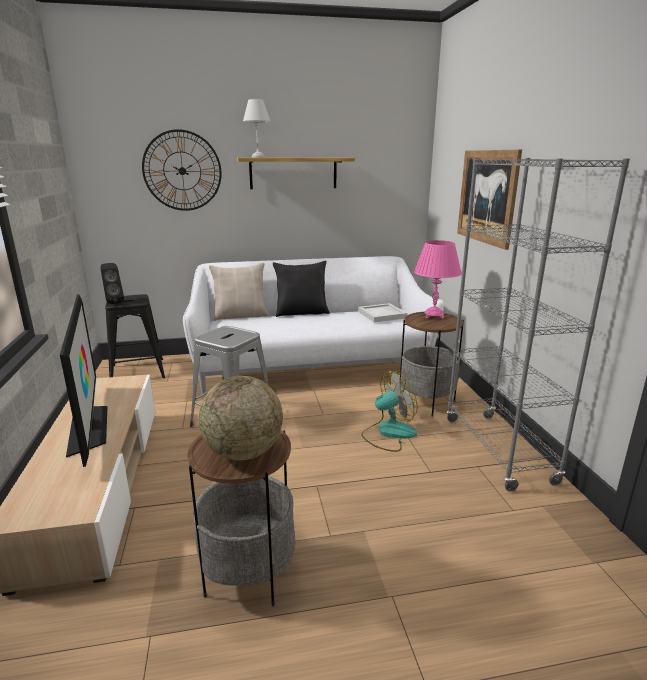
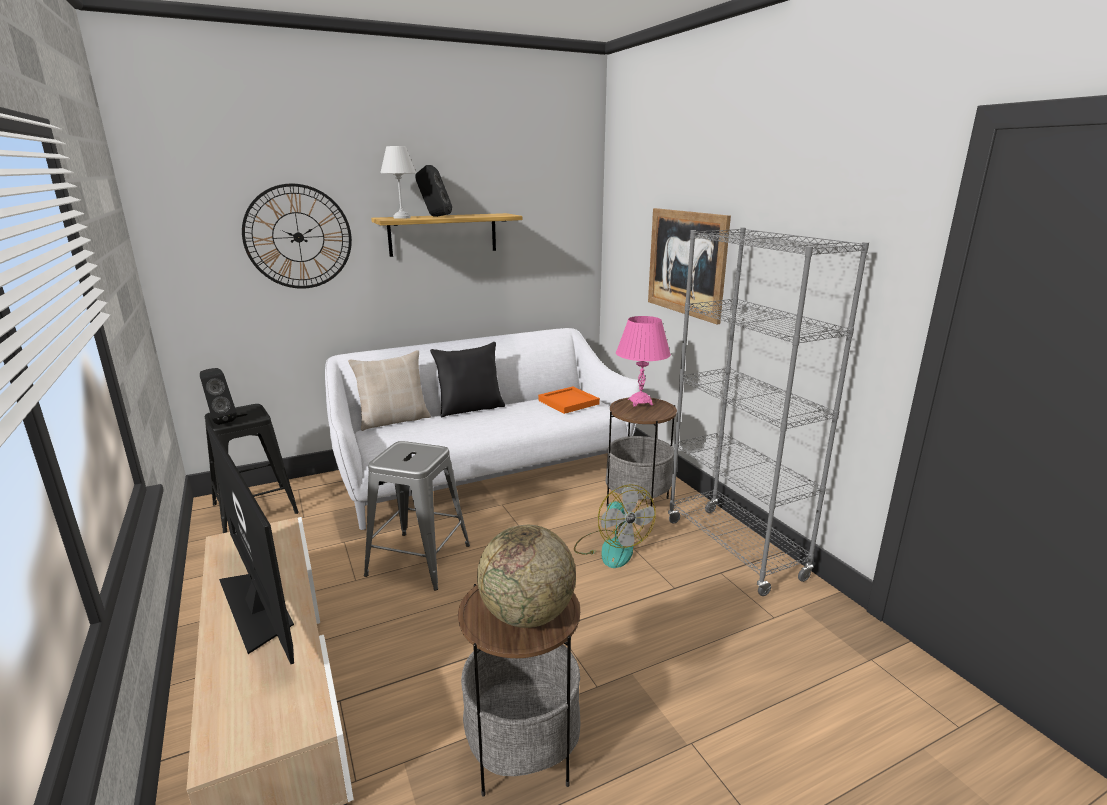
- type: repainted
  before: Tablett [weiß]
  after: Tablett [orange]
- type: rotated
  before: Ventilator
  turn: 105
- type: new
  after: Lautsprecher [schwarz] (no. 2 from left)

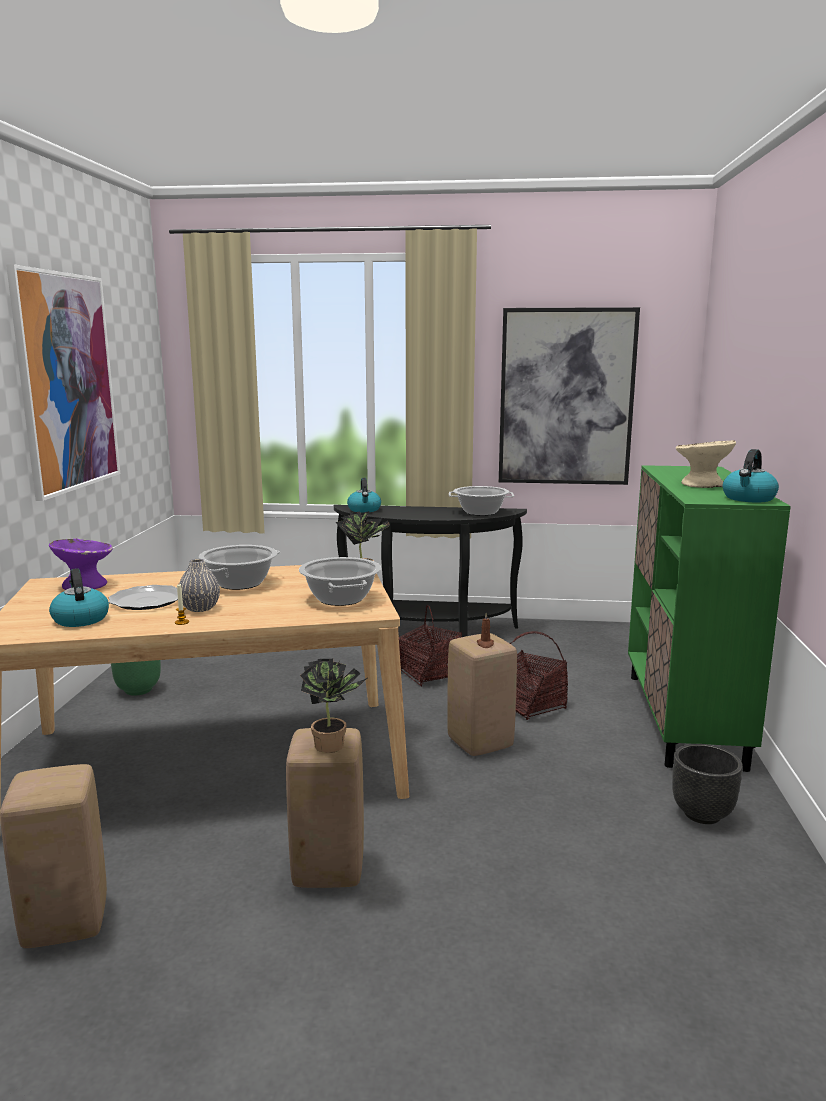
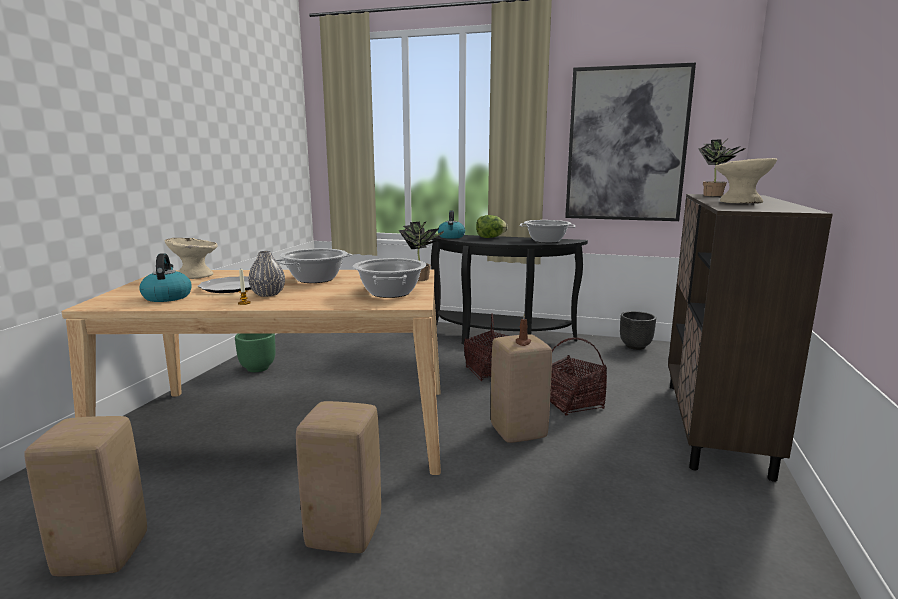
- type: gone
  before: Bild (no. 1 from left)
- type: repainted
  before: Schüssel [lila]
  after: Schüssel [beige] (no. 1 from left)
- type: shifted
  before: Topfpflanze (no. 1 from left in the first image)
  after: Topfpflanze (no. 2 from left)
- type: repainted
  before: Schrank [grün]
  after: Schrank [braun]
- type: shifted
  before: Pflanzkübel [schwarz]
- type: gone
  before: Wasserkessel (no. 3 from left)
- type: new
  after: Salatkopf

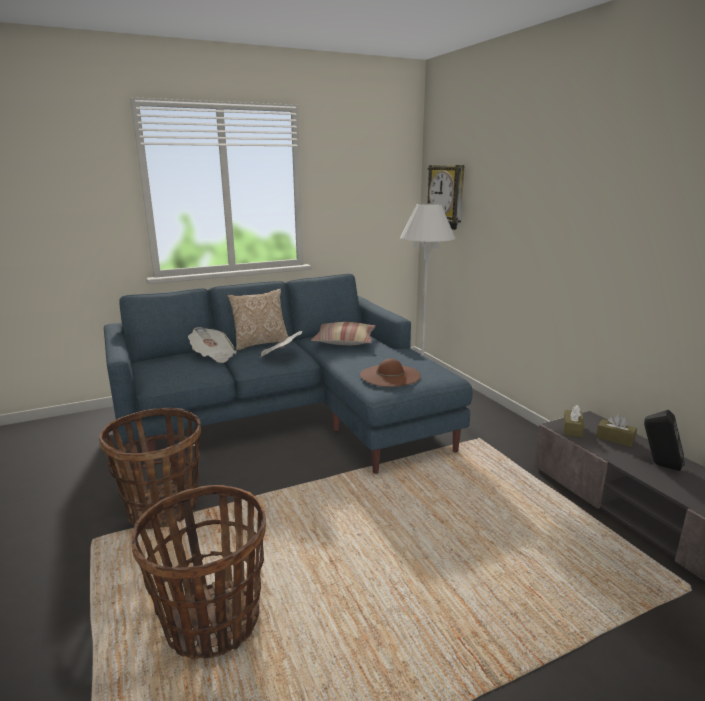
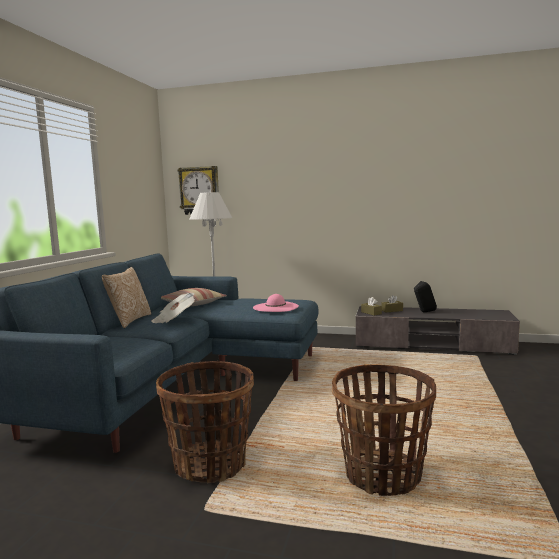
- type: gone
  before: Zeitung (no. 1 from left)
- type: repainted
  before: Hut [braun]
  after: Hut [rosa]

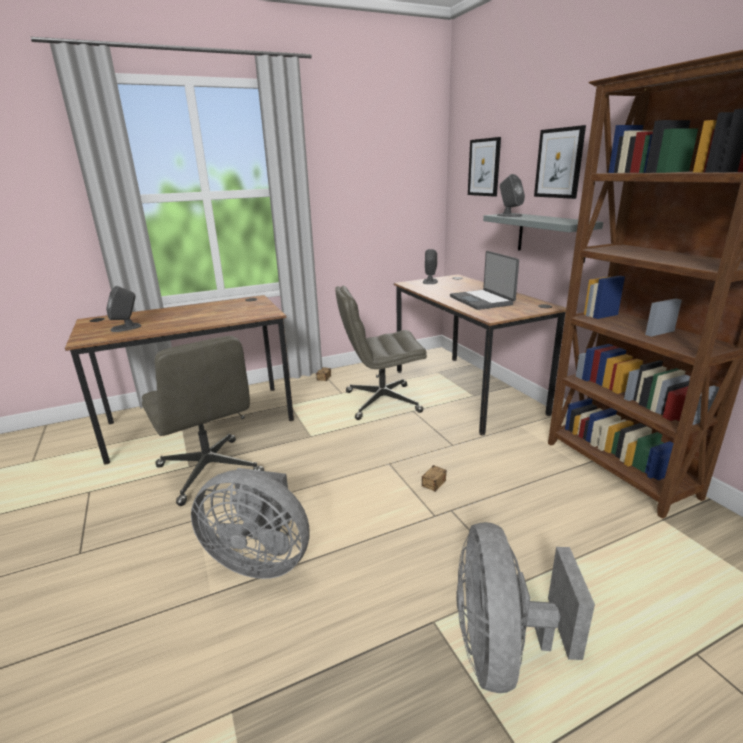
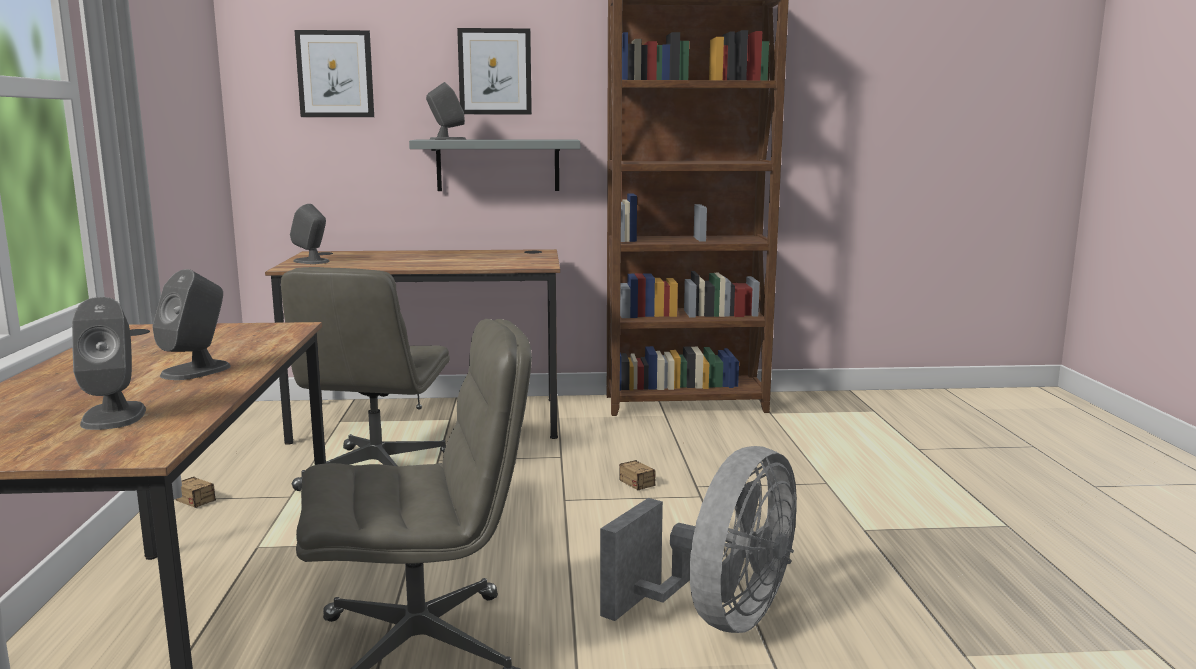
- type: gone
  before: Laptop
- type: gone
  before: Ventilator [grau] (no. 2 from left)
- type: new
  after: Lautsprecher [grau] (no. 2 from left)

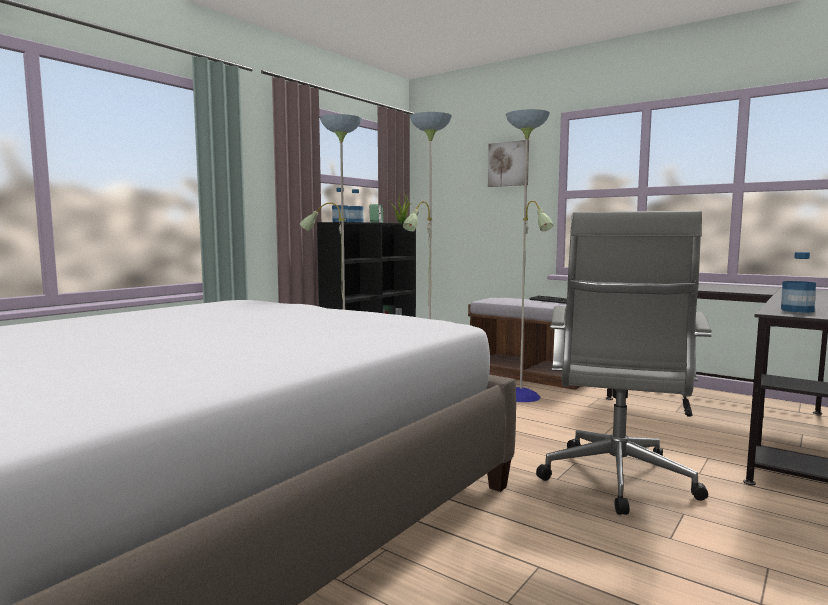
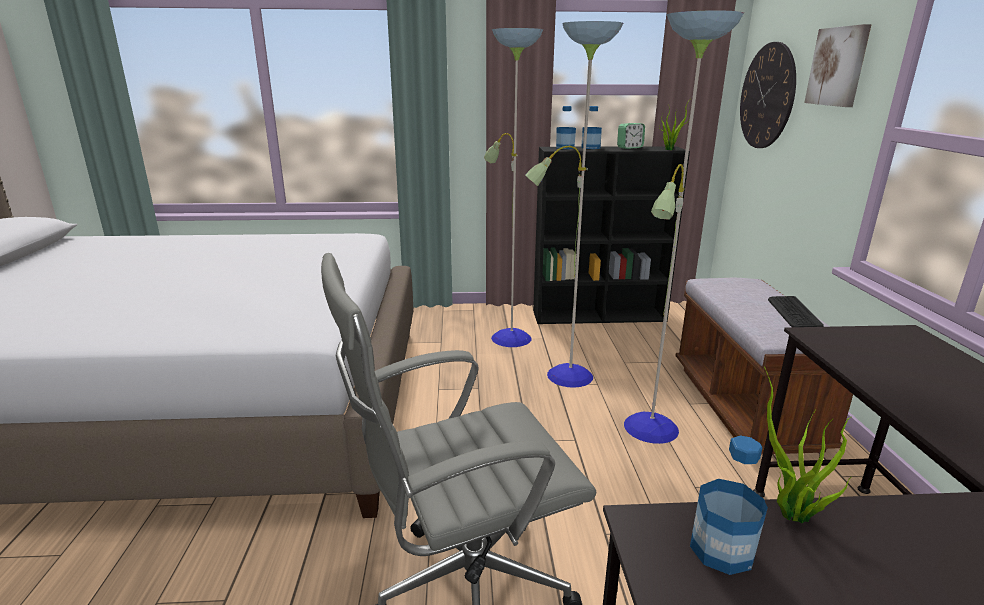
- type: new
  after: Wanduhr
- type: new
  after: Topfpflanze (no. 2 from left)

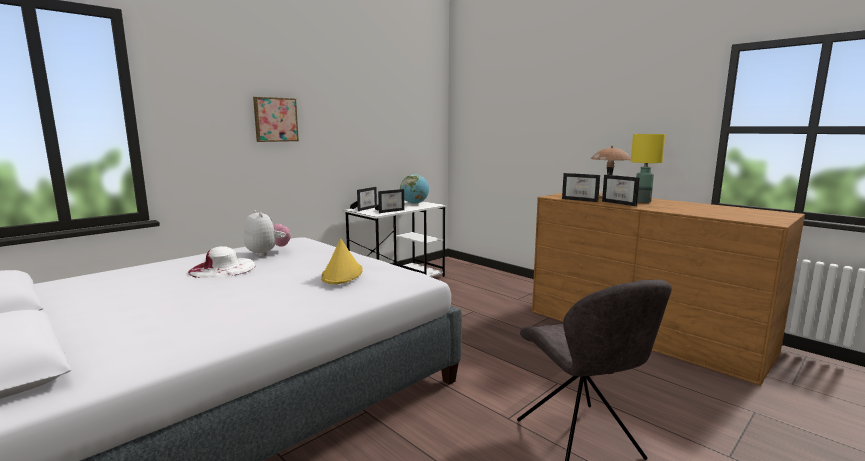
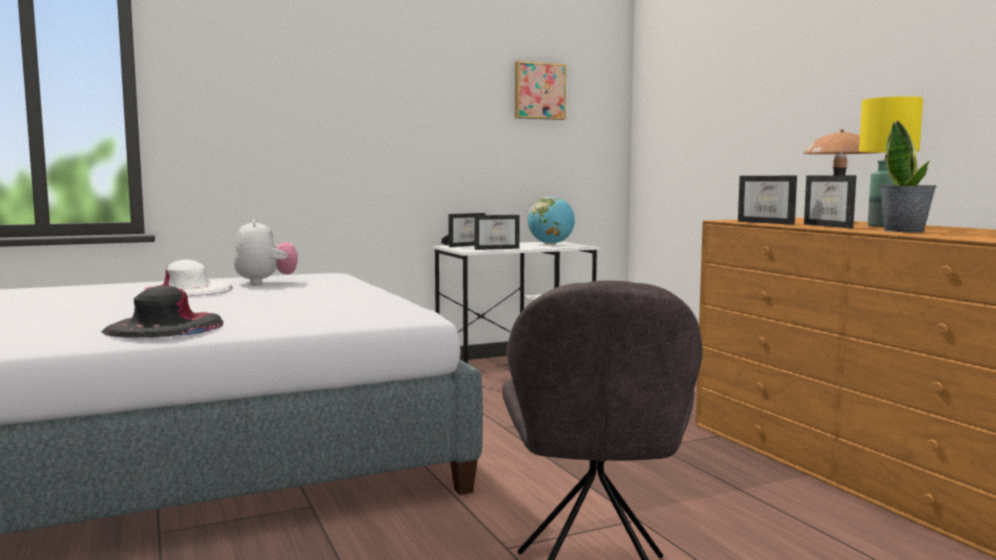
- type: shifted
  before: Bild
- type: gone
  before: Hut [gelb]
- type: new
  after: Hut [schwarz]
- type: new
  after: Topfpflanze

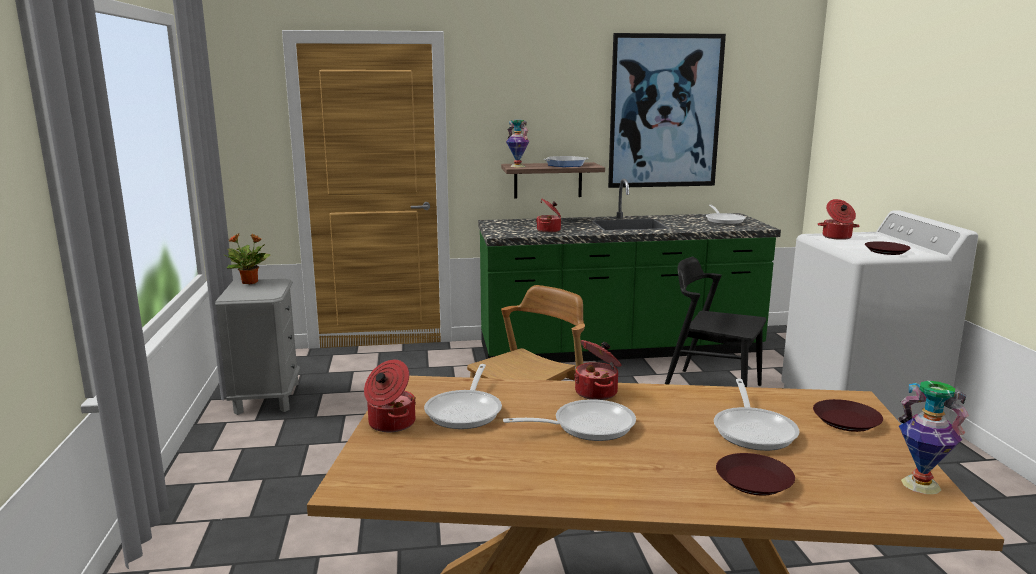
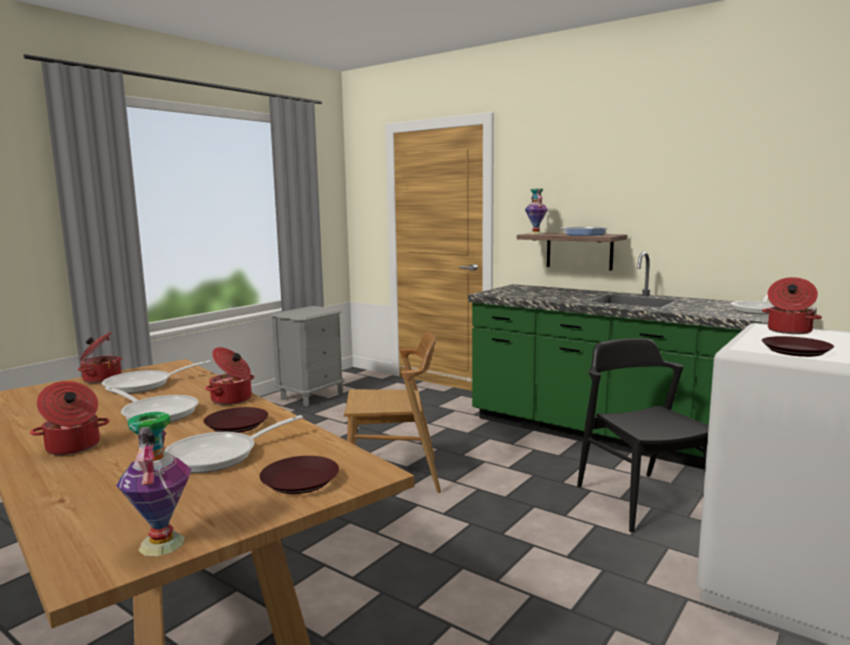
- type: gone
  before: Topfpflanze
- type: shifted
  before: Kochtopf (no. 2 from left in the first image)
  after: Kochtopf (no. 1 from left)
- type: gone
  before: Bild
- type: shifted
  before: Teller [braun] (no. 1 from left)

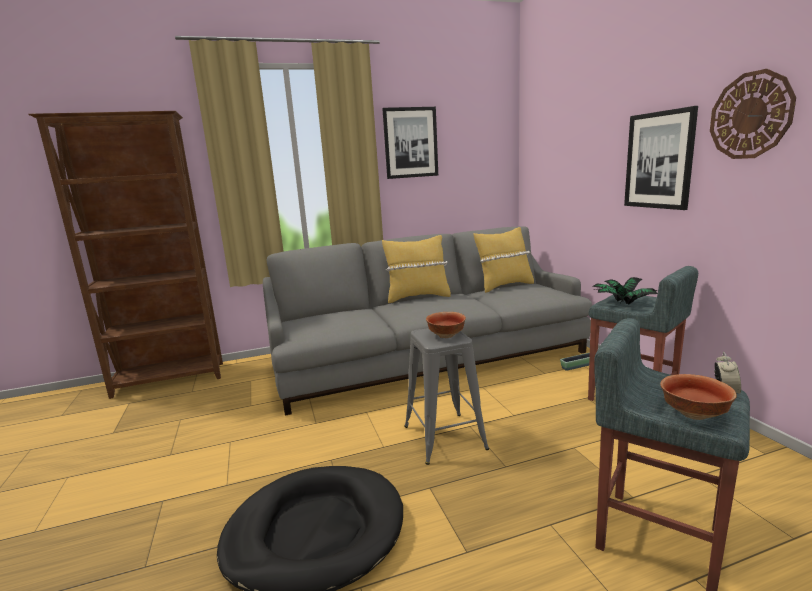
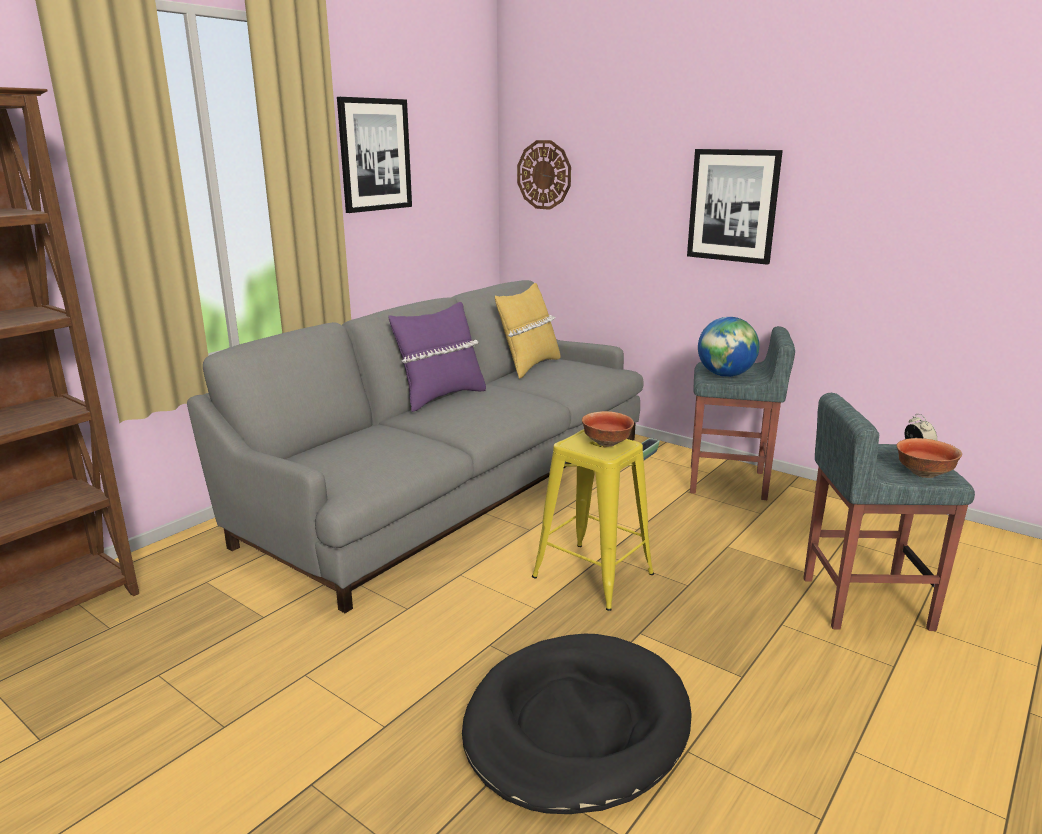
- type: repainted
  before: Kissen [gelb] (no. 1 from left)
  after: Kissen [lila]
- type: repainted
  before: Hocker [grau] (no. 1 from left)
  after: Hocker [gelb]
- type: swapped
  before: Topfpflanze
  after: Globus
- type: shifted
  before: Wanduhr

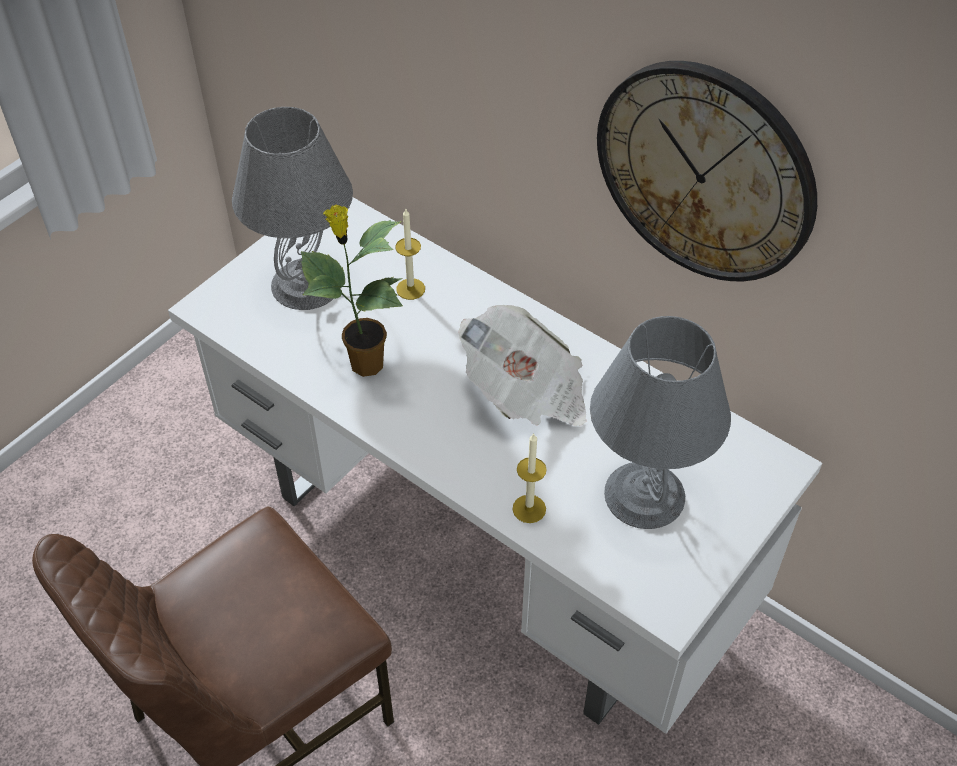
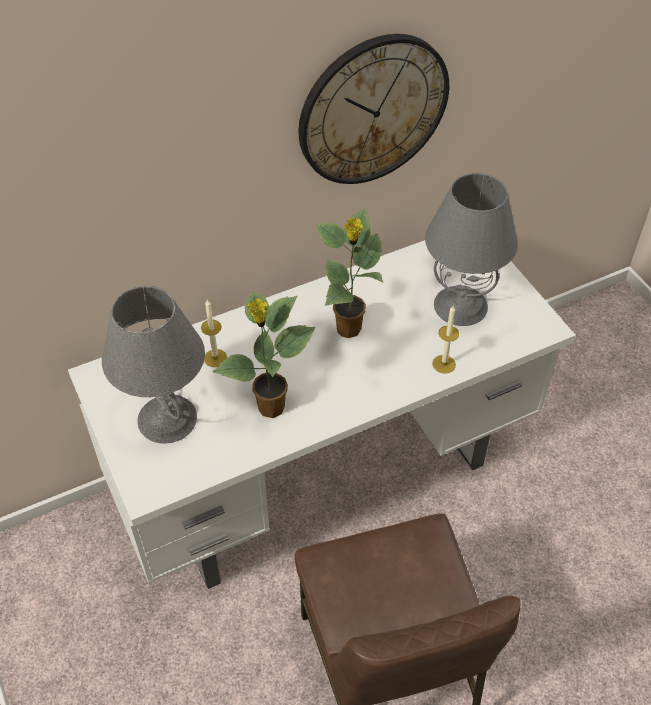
- type: swapped
  before: Zeitung
  after: Topfpflanze (no. 2 from left)

